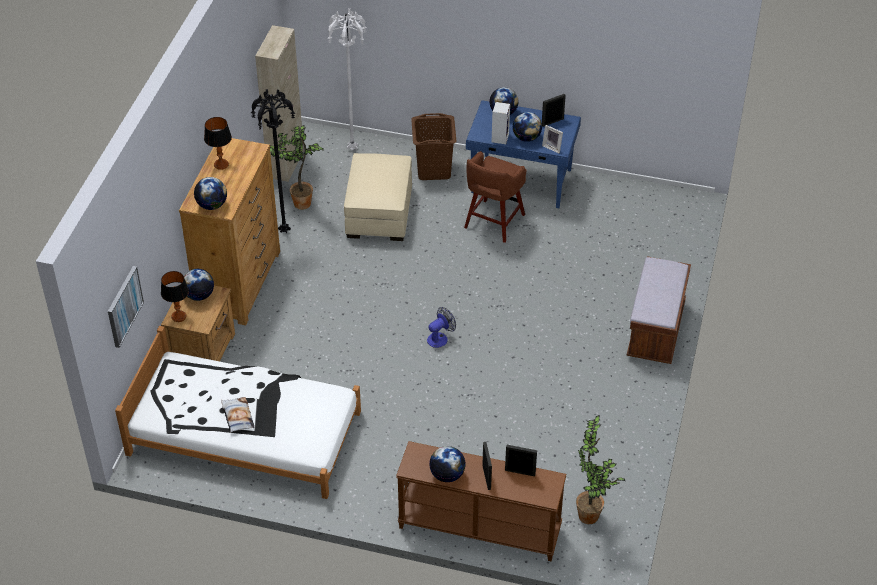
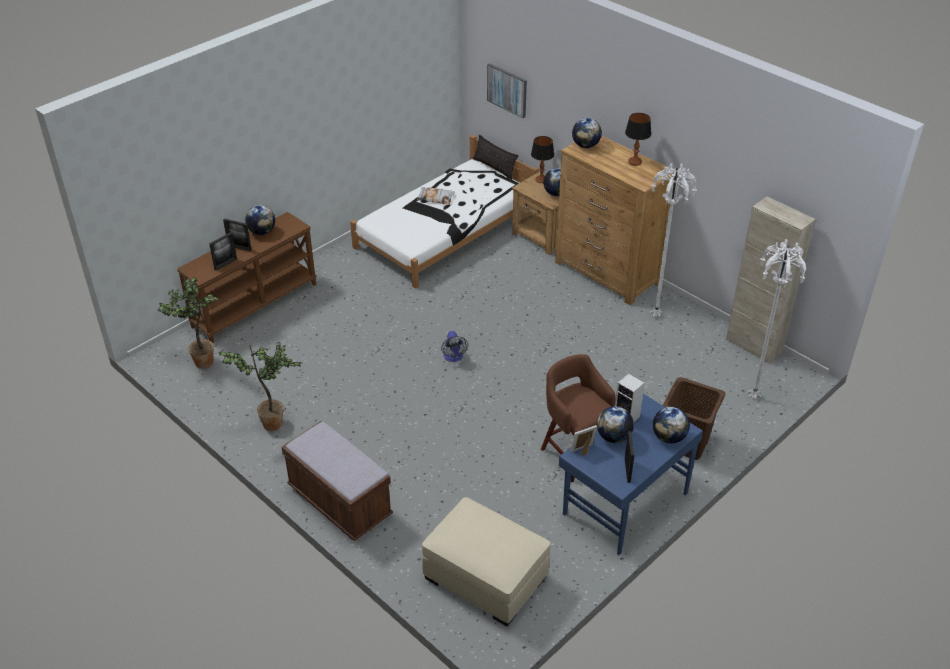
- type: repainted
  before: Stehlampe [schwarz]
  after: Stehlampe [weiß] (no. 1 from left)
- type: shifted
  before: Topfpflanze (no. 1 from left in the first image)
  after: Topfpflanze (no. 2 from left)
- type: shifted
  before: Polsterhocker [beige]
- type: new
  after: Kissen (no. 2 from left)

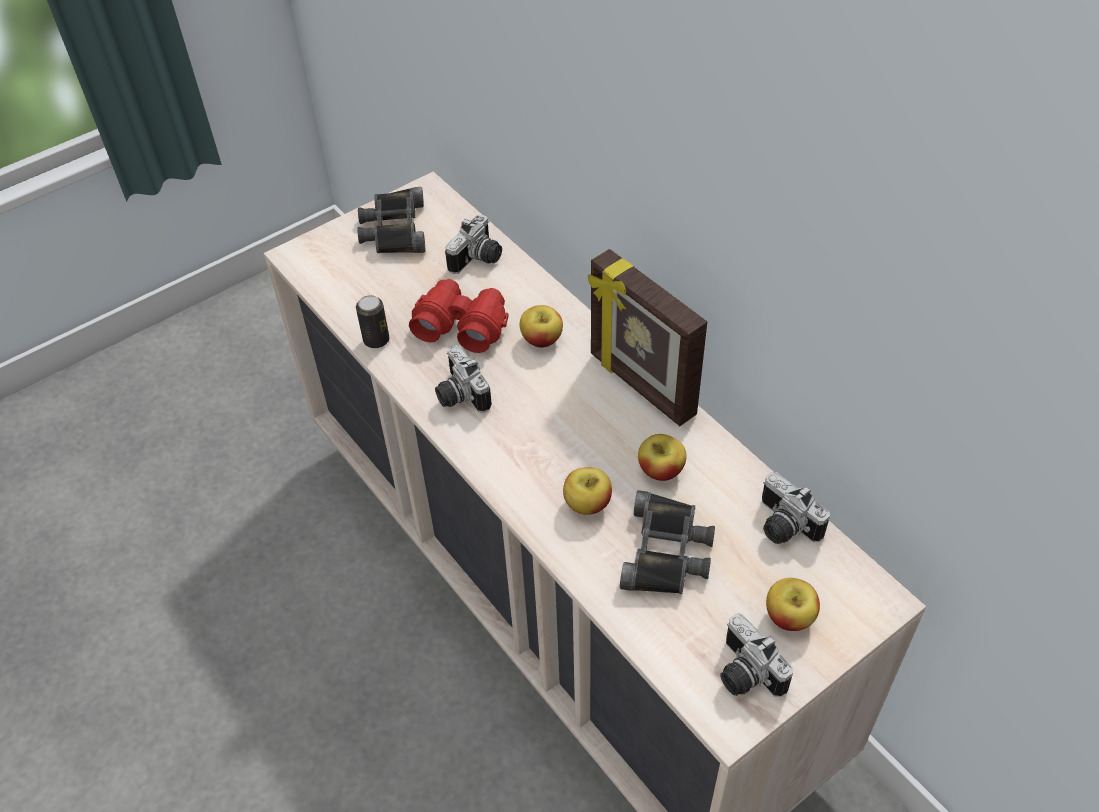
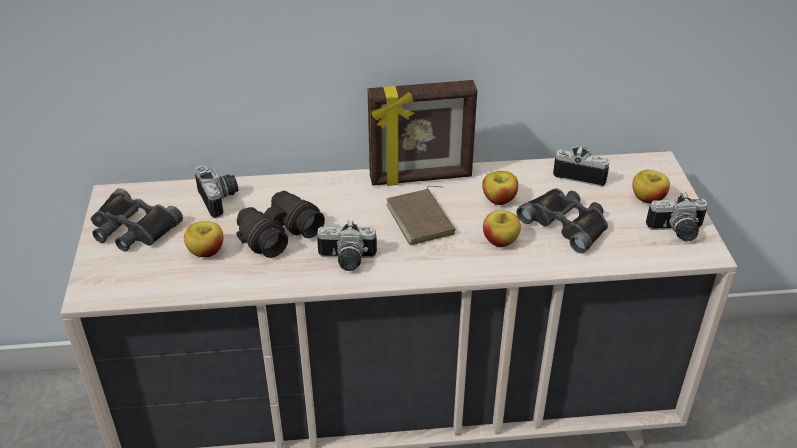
- type: gone
  before: Dose
- type: repainted
  before: Fernglas [rot]
  after: Fernglas [schwarz] (no. 2 from left)
- type: shifted
  before: Apfel (no. 1 from left)
- type: rotated
  before: Kamera (no. 4 from left in the first image)
  turn: -150
- type: new
  after: Buch [braun]

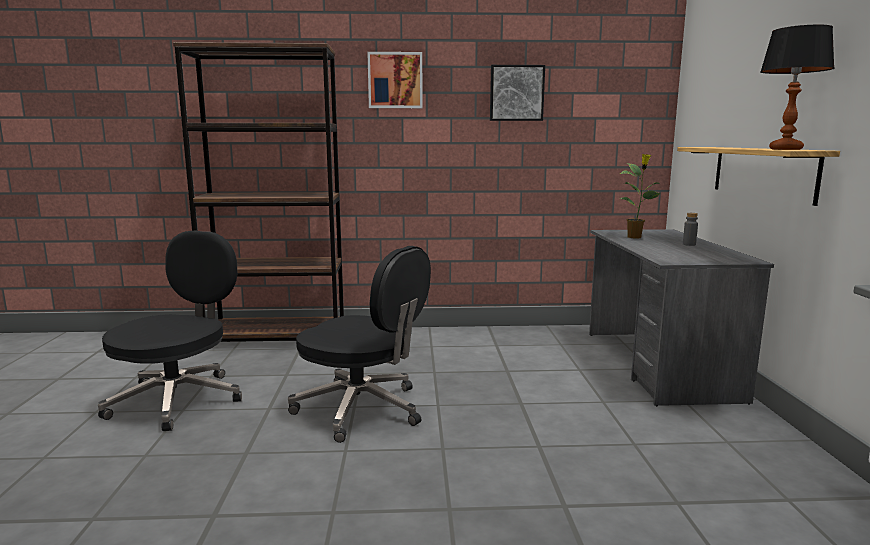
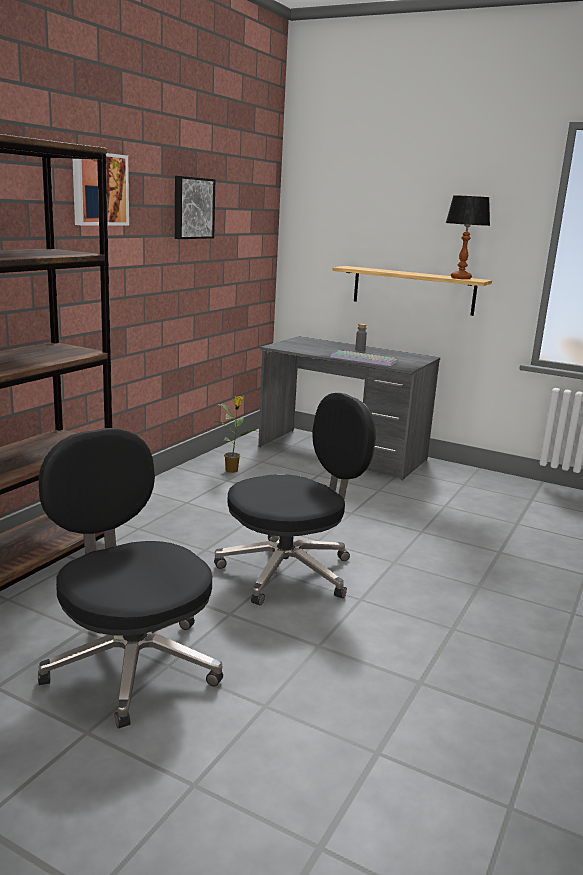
- type: shifted
  before: Topfpflanze
- type: new
  after: Tastatur

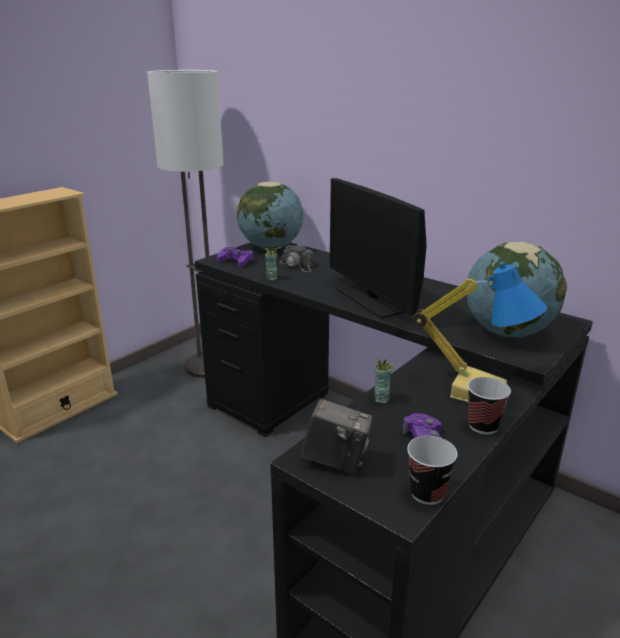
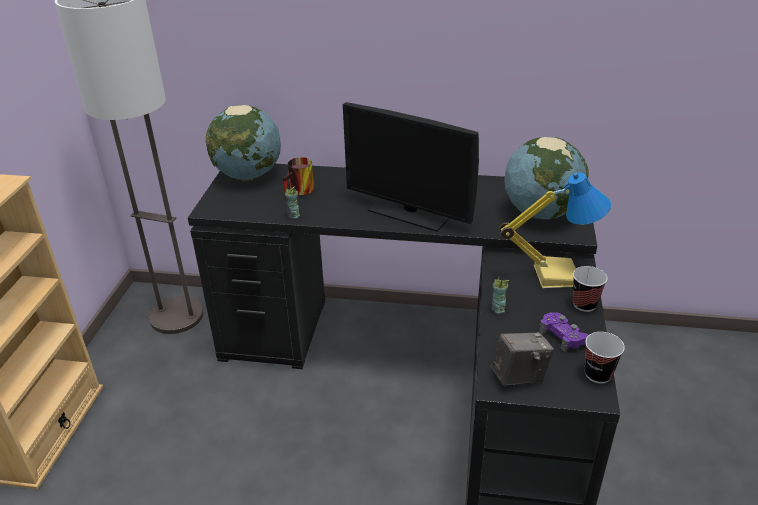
- type: gone
  before: Gamepad [lila] (no. 1 from left)
- type: swapped
  before: Kamera (no. 1 from left)
  after: Henkelbecher

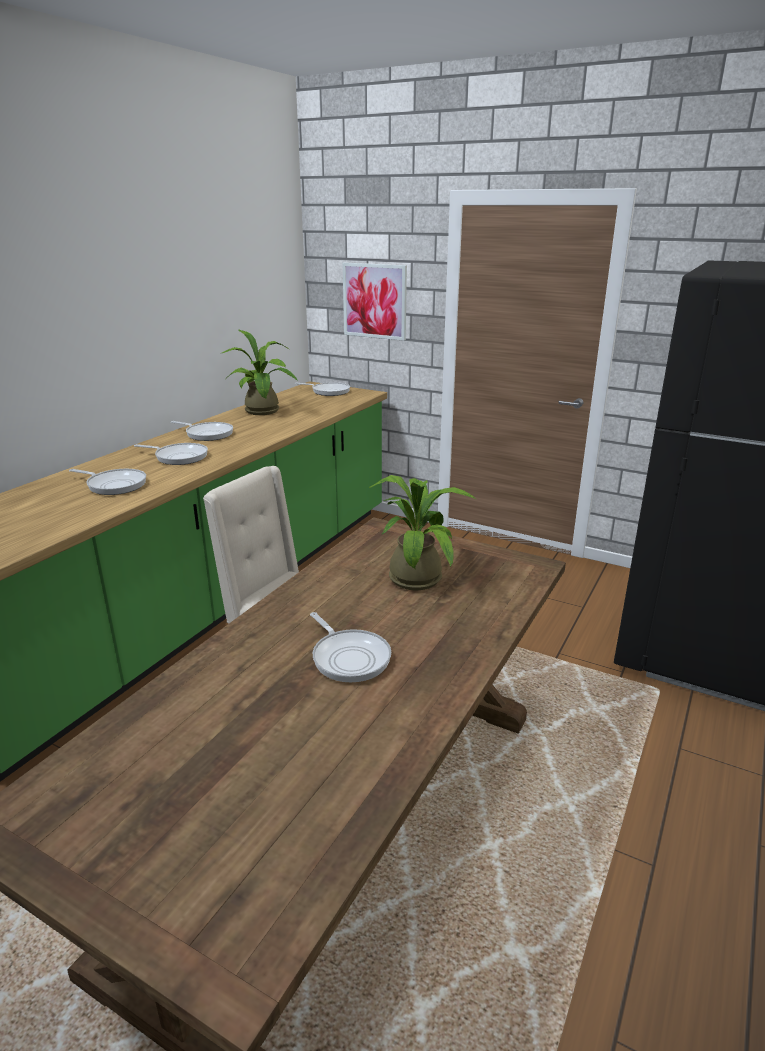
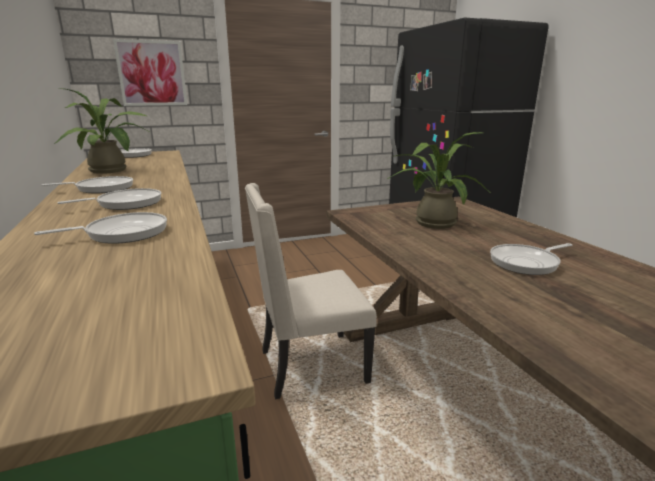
- type: rotated
  before: Pfanne (no. 5 from left)
  turn: 150

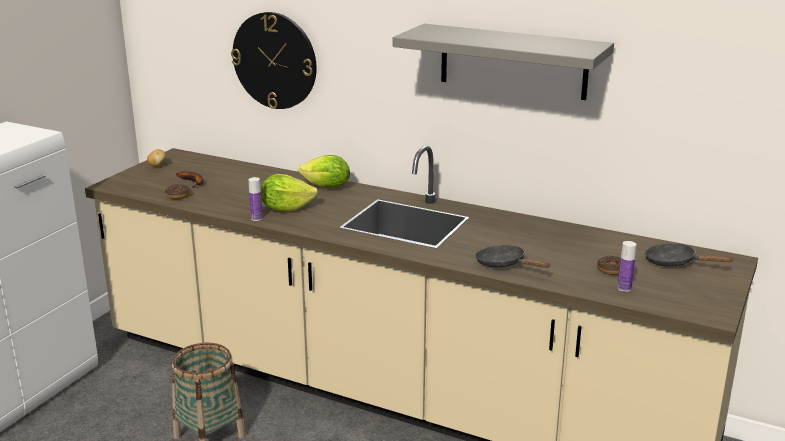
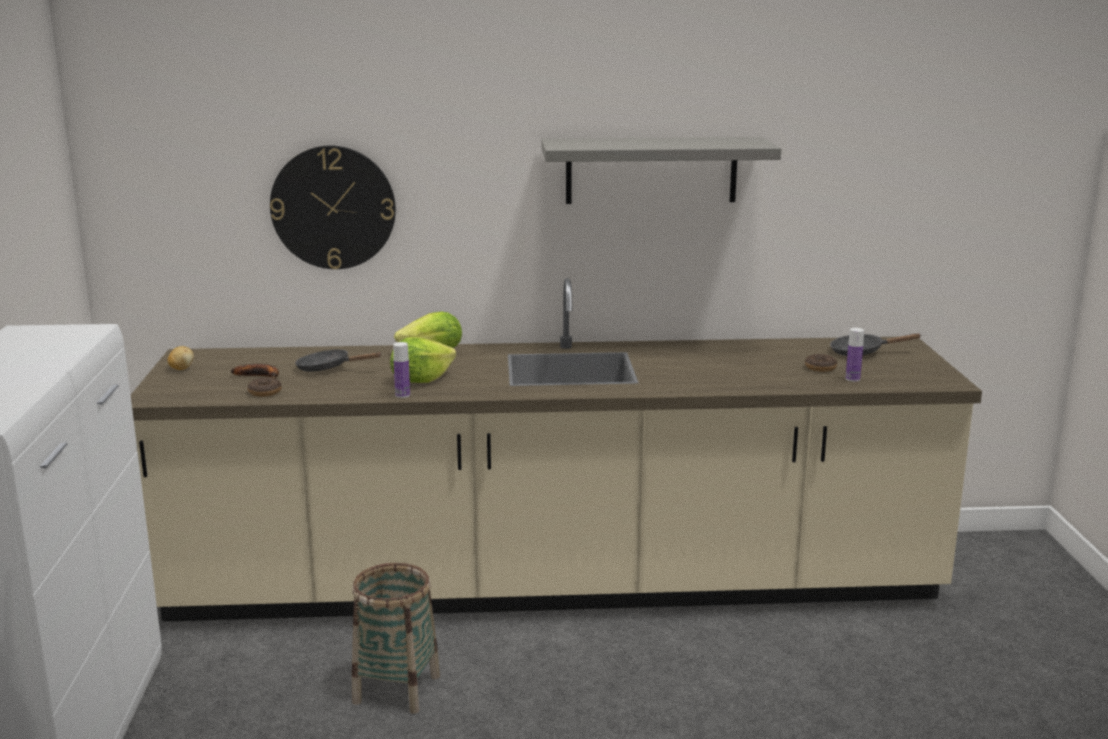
- type: shifted
  before: Pfanne [schwarz] (no. 1 from left)

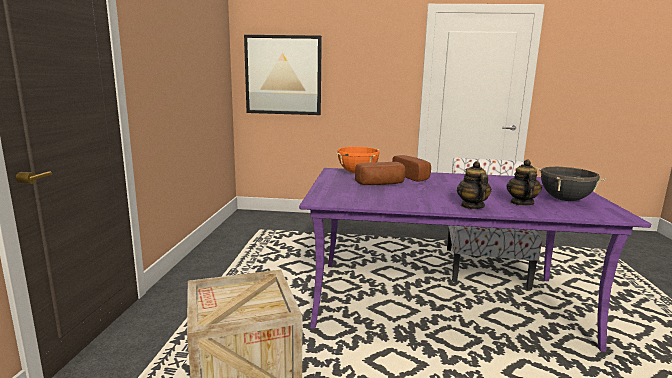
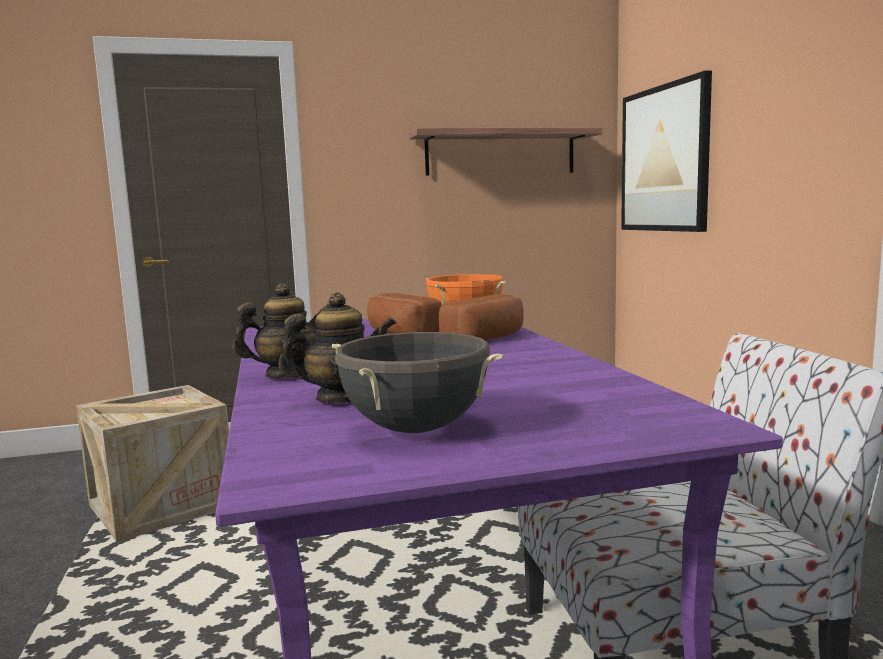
- type: new
  after: Wandregal

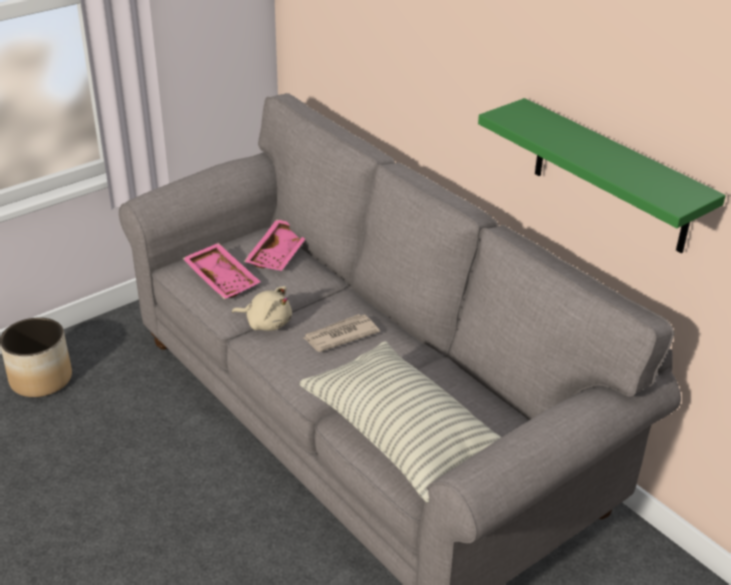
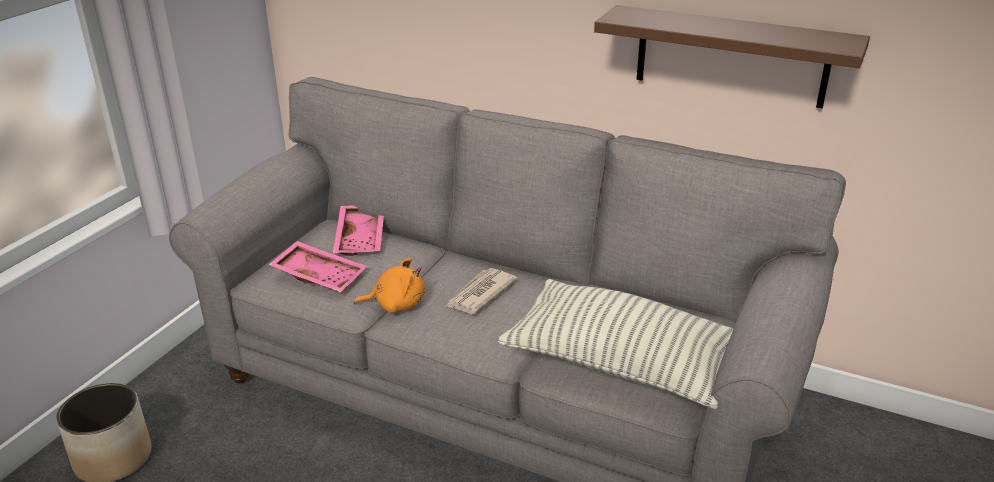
- type: repainted
  before: Plüschtier [beige]
  after: Plüschtier [orange]
- type: repainted
  before: Wandregal [grün]
  after: Wandregal [braun]

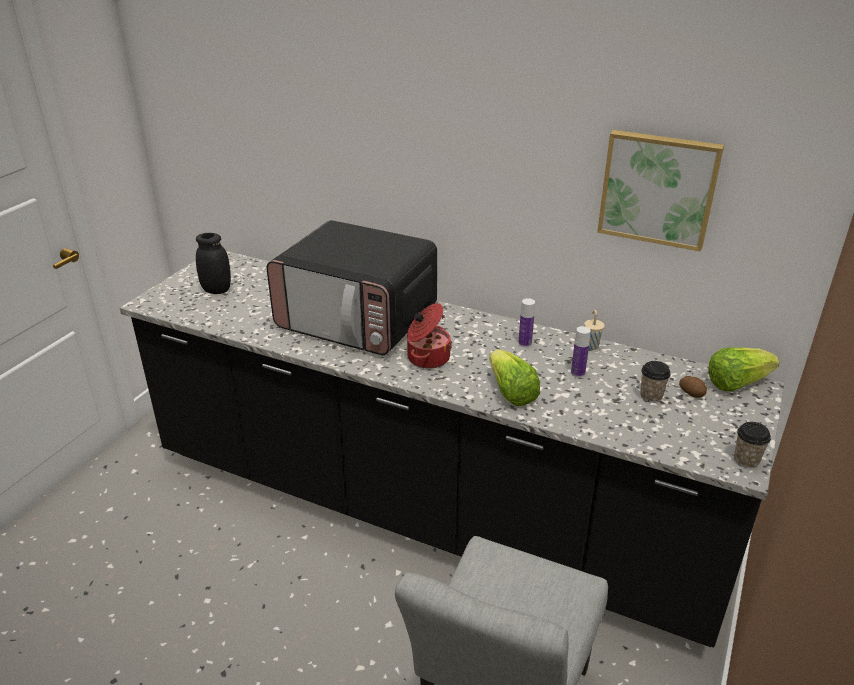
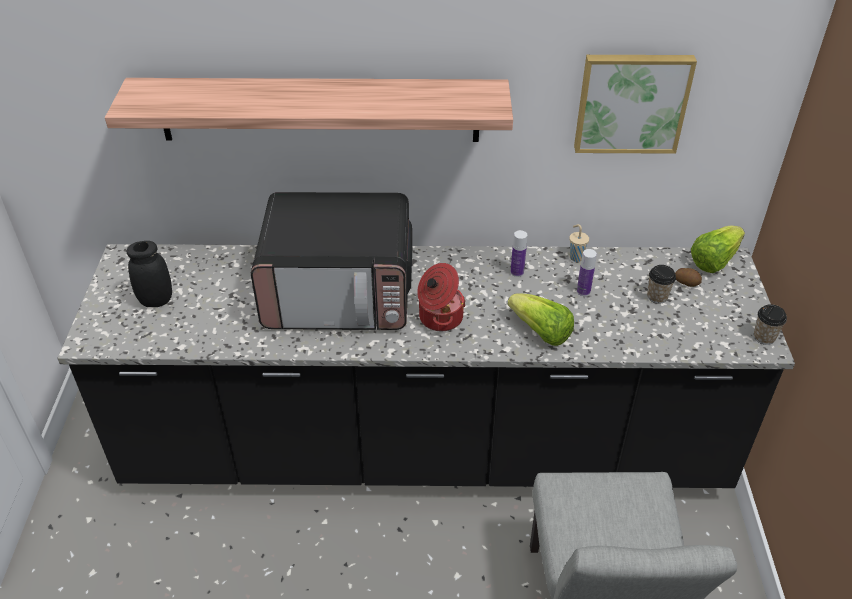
- type: new
  after: Wandregal

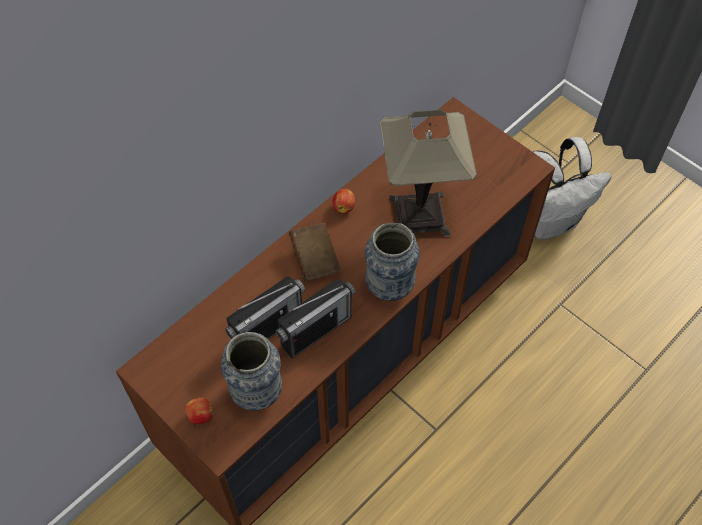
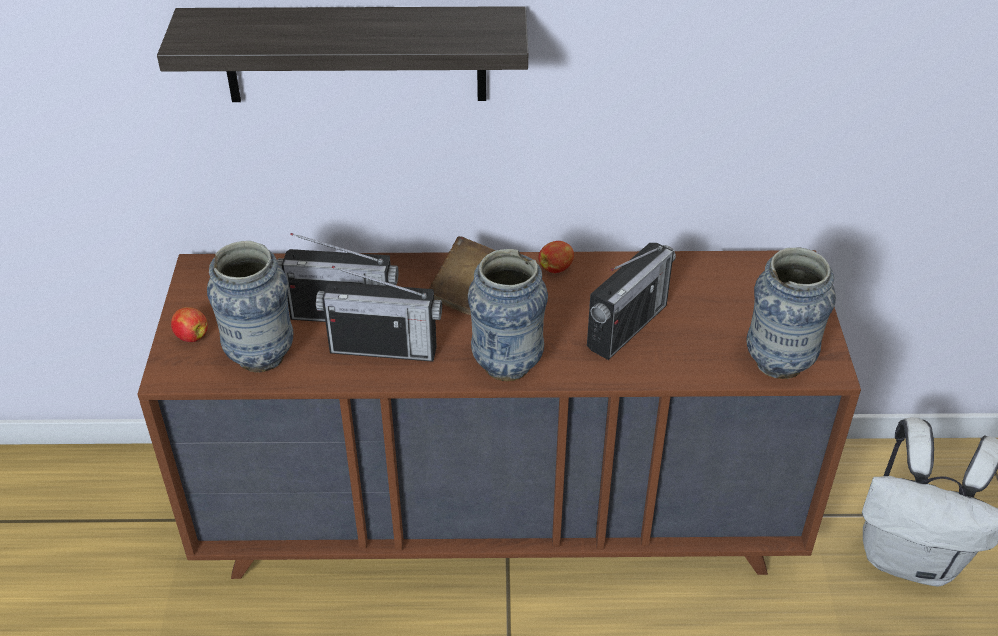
- type: swapped
  before: Tischlampe
  after: Radio (no. 3 from left)
- type: new
  after: Wandregal
- type: new
  after: Vase (no. 3 from left)

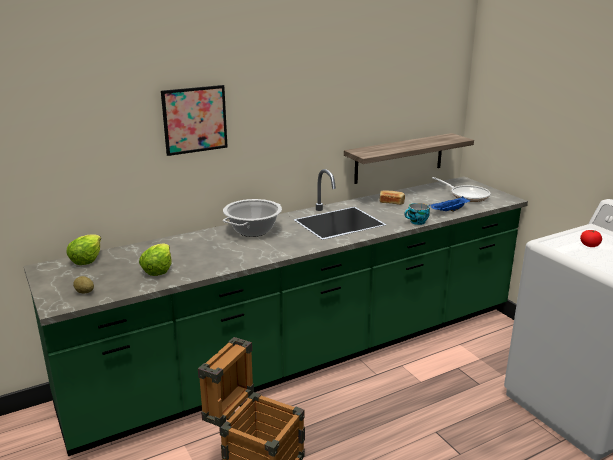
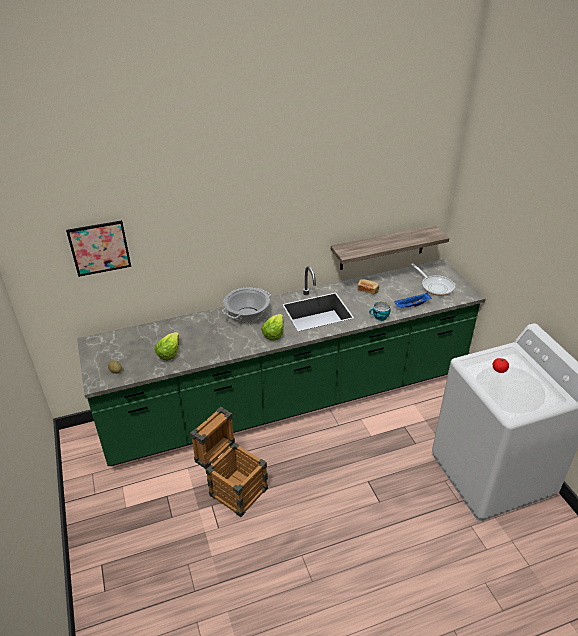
- type: shifted
  before: Salatkopf (no. 1 from left in the first image)
  after: Salatkopf (no. 2 from left)
- type: shifted
  before: Bild

